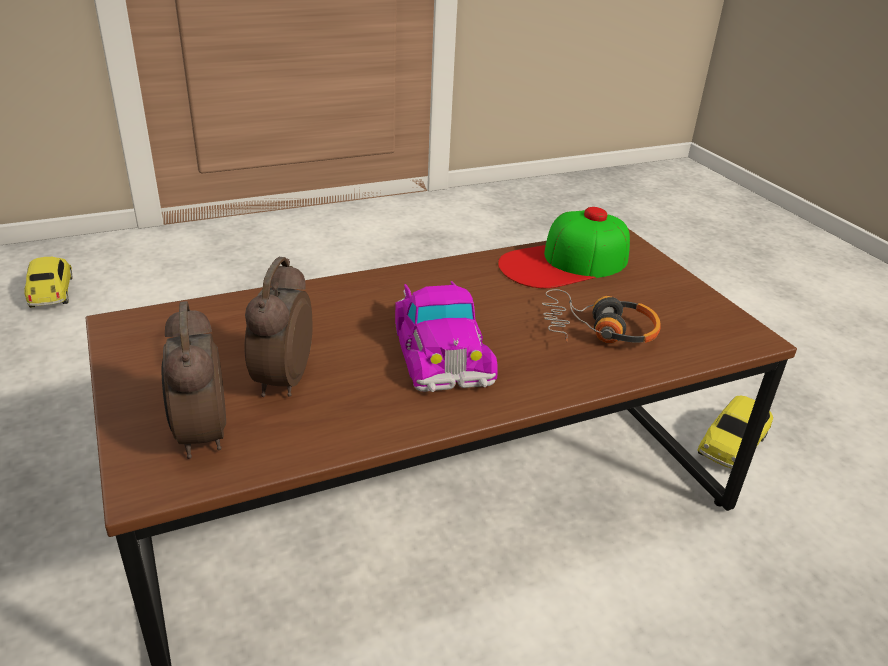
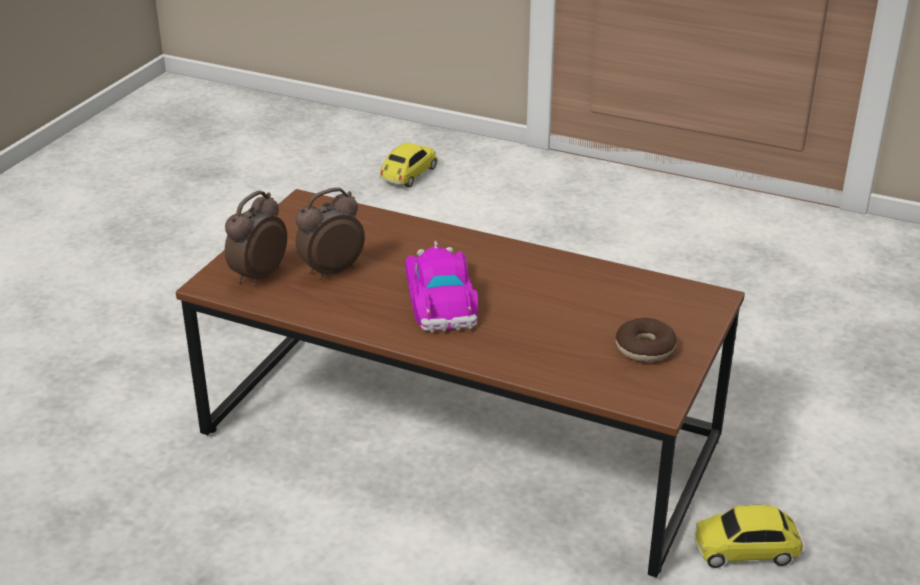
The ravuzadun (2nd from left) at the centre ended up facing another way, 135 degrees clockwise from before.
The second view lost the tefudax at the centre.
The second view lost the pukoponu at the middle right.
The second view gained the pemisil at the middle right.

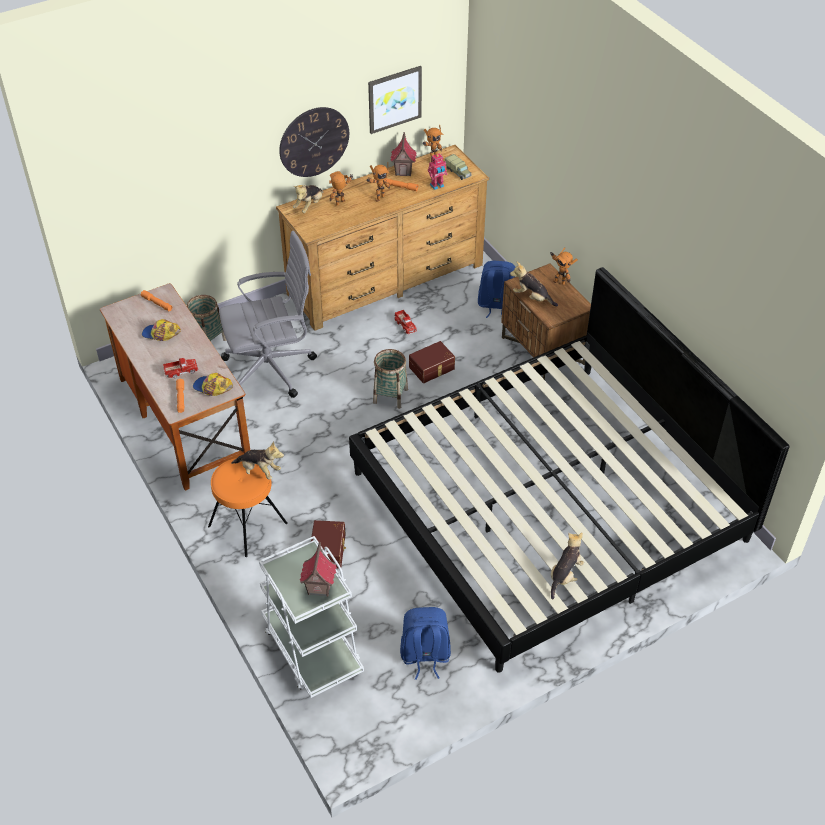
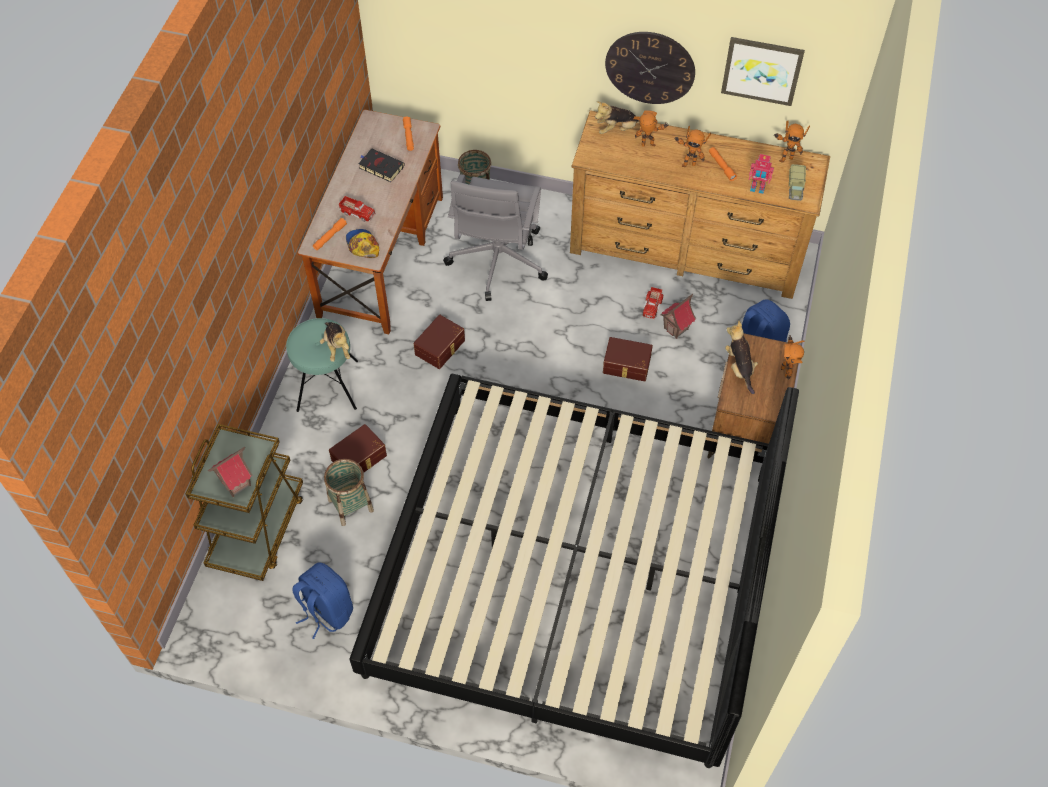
Where the tefudax (1st from left) stood at the middle left, the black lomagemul came to stand at the top centre.
What was the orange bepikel at the middle left turned into the turquoise bepikel at the middle left.
The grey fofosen at the middle left ended up facing another way, 75 degrees clockwise from before.
What was the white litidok at the bottom centre turned into the brown litidok at the middle left.
The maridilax (2nd from left in the first image) ended up elsewhere, having gone from the centre to the middle left.
The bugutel (2nd from left) ended up elsewhere, having gone from the top centre to the centre.
The second view lost the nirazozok (4th from left) at the bottom right.
The second view gained the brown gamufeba (2nd from left) at the centre.

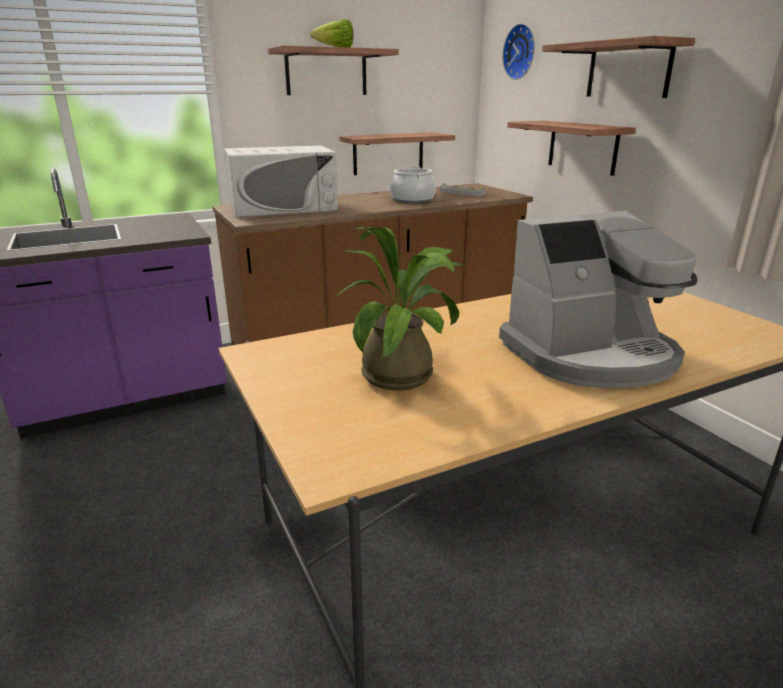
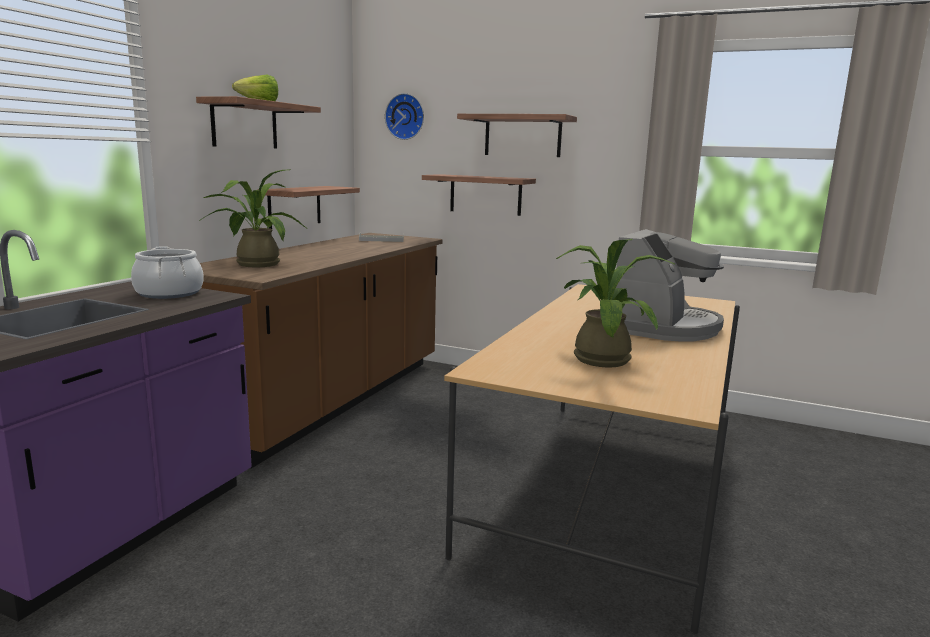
Where the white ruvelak stood at the top centre, the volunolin (1st from left) came to stand at the middle left.
The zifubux ended up elsewhere, having gone from the top centre to the middle left.

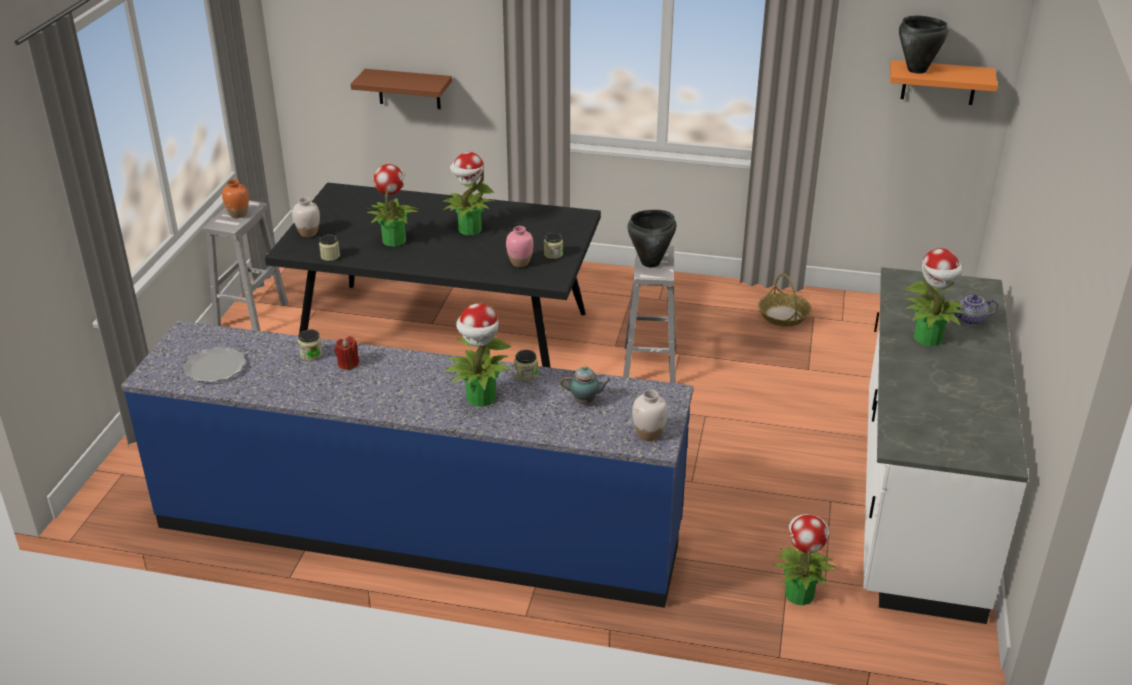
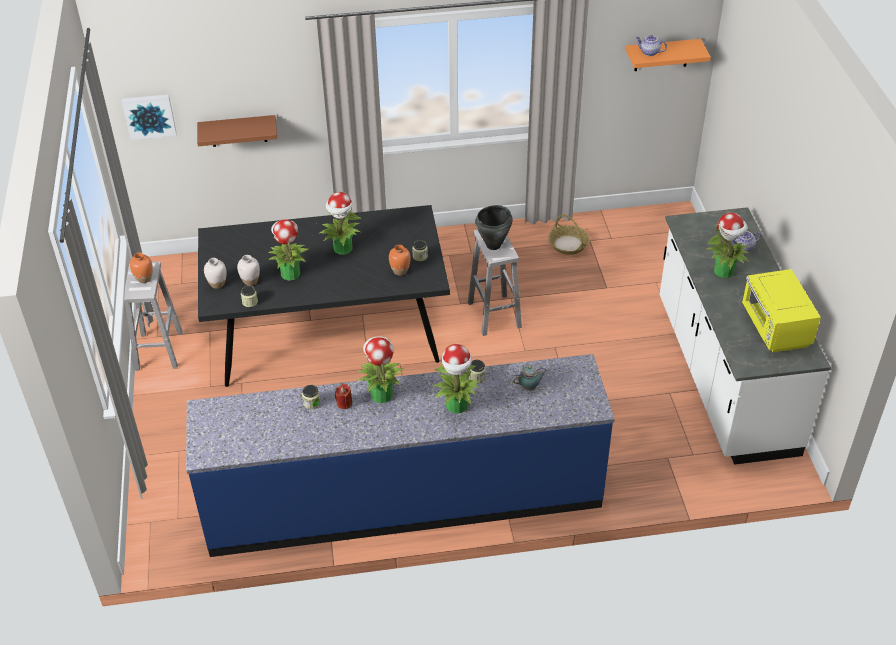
The second view lost the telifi at the middle left.
What was the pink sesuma at the centre turned into the orange sesuma (2nd from left) at the centre.
The white sesuma (2nd from left) ended up elsewhere, having gone from the centre to the middle left.
The volunolin (4th from left in the first image) ended up elsewhere, having gone from the bottom right to the centre.
Where the black zifubux (2nd from left) stood at the top right, the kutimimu (2nd from left) came to stand at the top right.
The second view gained the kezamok at the top left.
The second view gained the yellow ruvelak at the middle right.

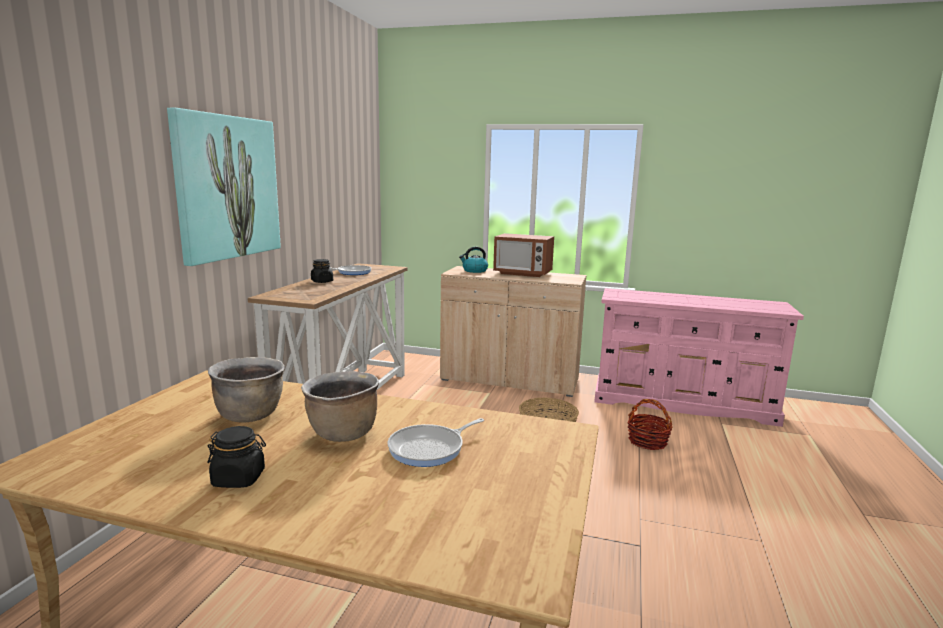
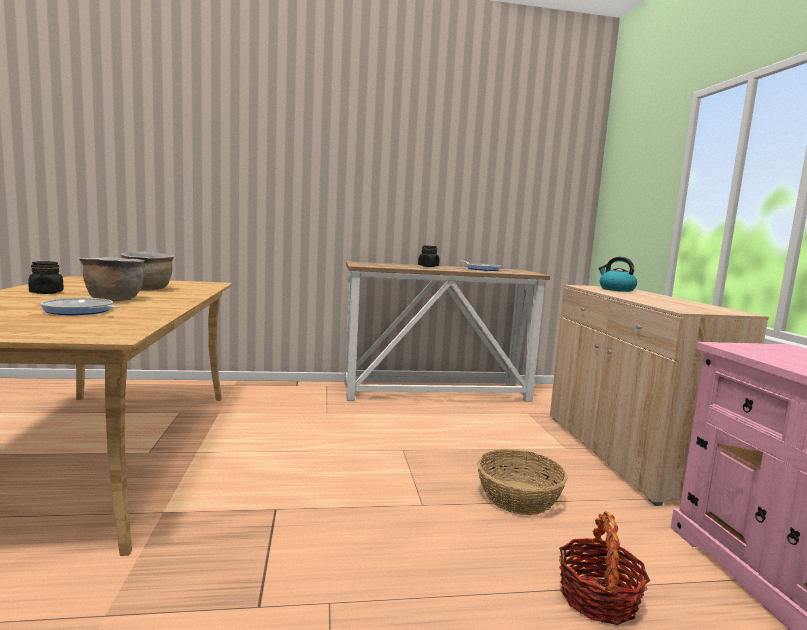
The second view lost the kezamok at the top left.
The second view lost the ruvelak at the centre.

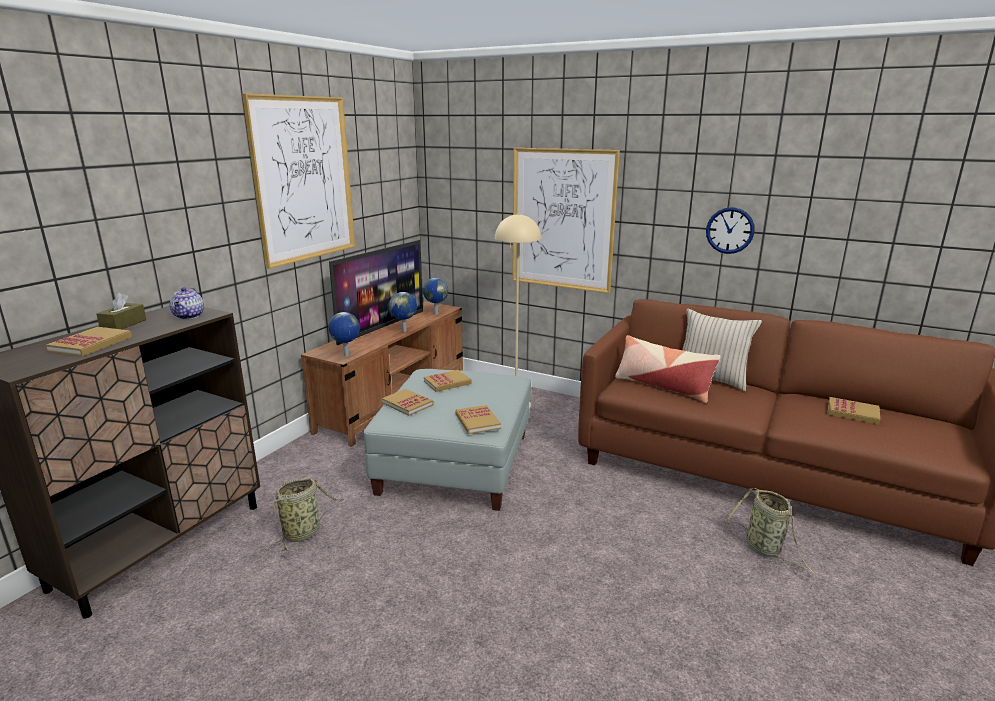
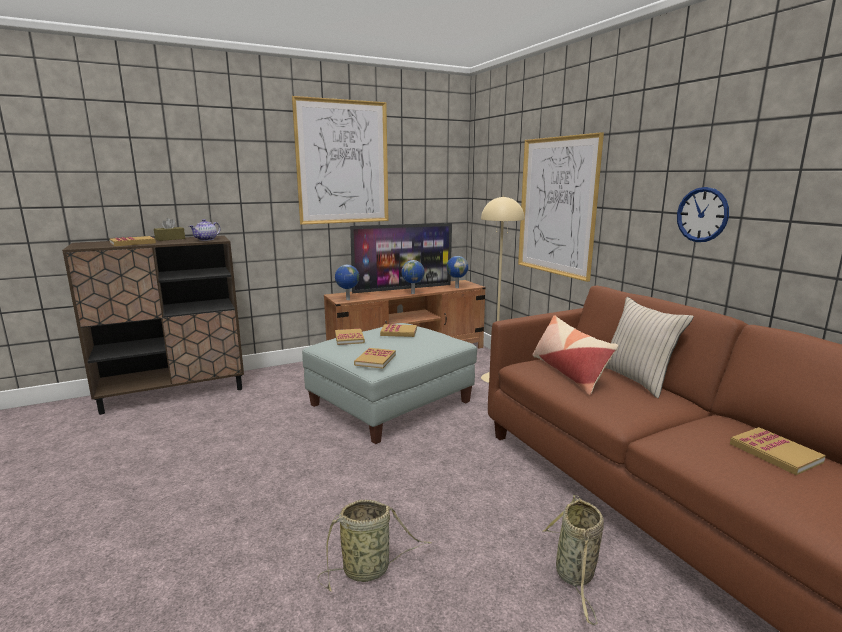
The maridilax (1st from left) ended up elsewhere, having gone from the bottom left to the bottom centre.

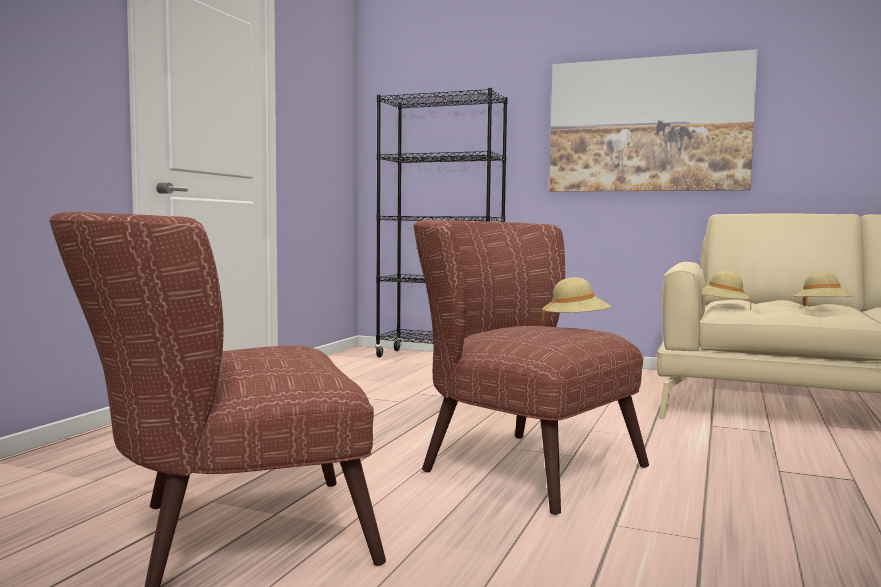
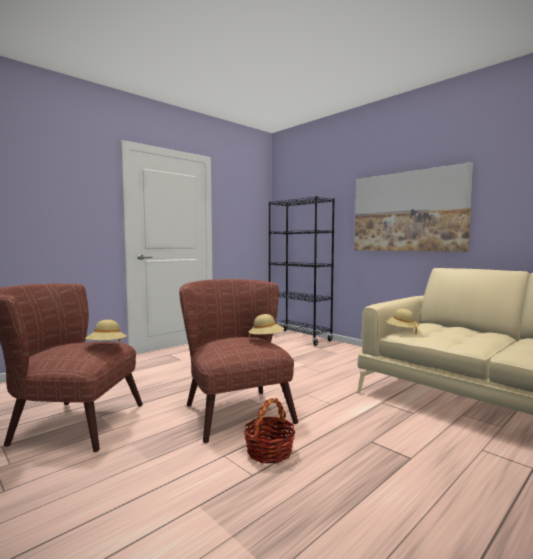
The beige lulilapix (3rd from left in the first image) ended up elsewhere, having gone from the middle right to the middle left.
The second view gained the maridilax at the bottom centre.

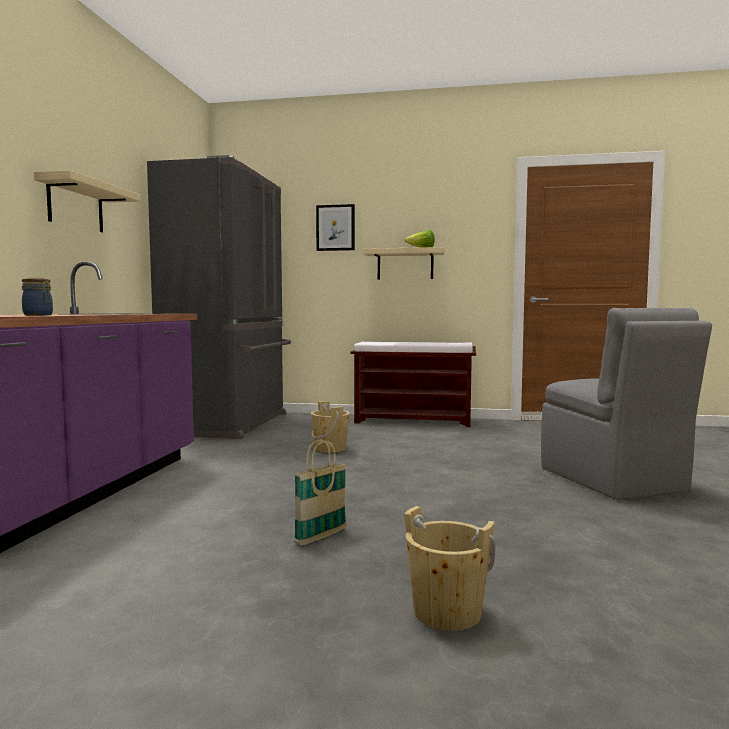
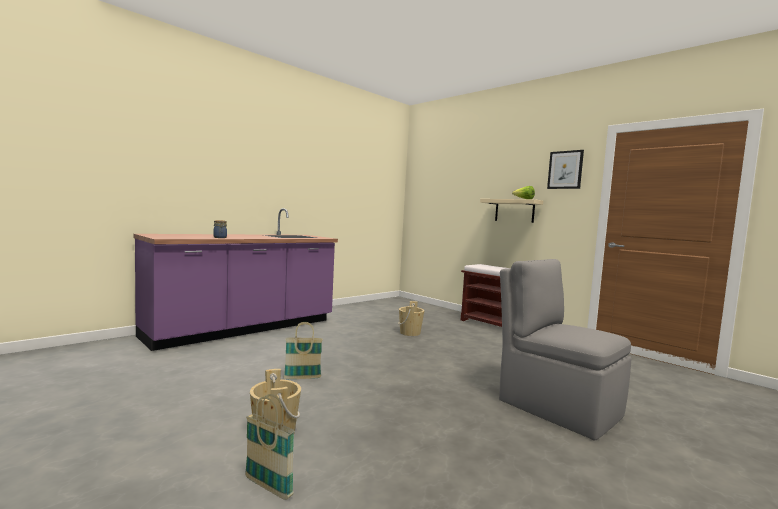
The second view lost the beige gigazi (1st from left) at the top left.
The second view lost the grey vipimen at the middle left.
The kezamok ended up elsewhere, having gone from the top centre to the top right.
The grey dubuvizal at the middle right ended up facing another way, 120 degrees clockwise from before.
The second view gained the maridilax (1st from left) at the bottom centre.

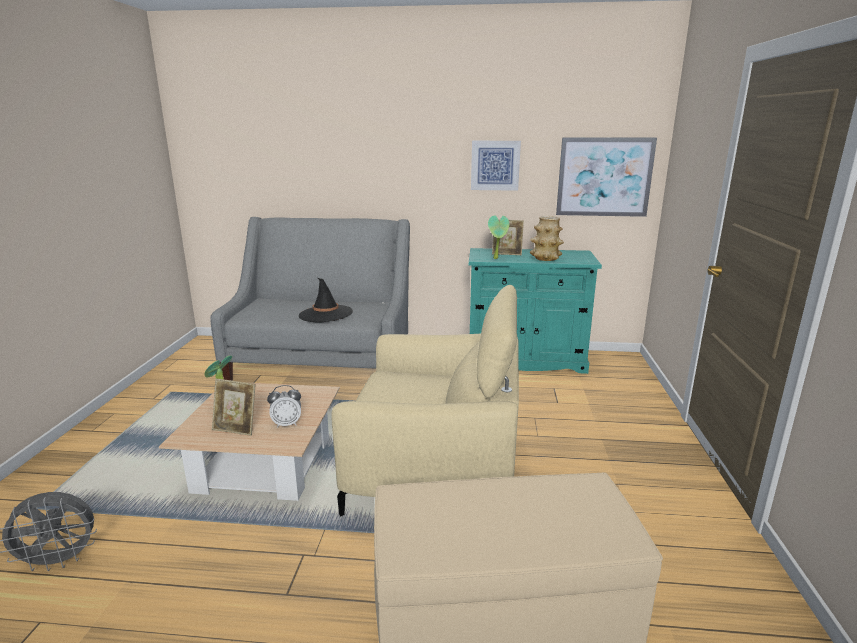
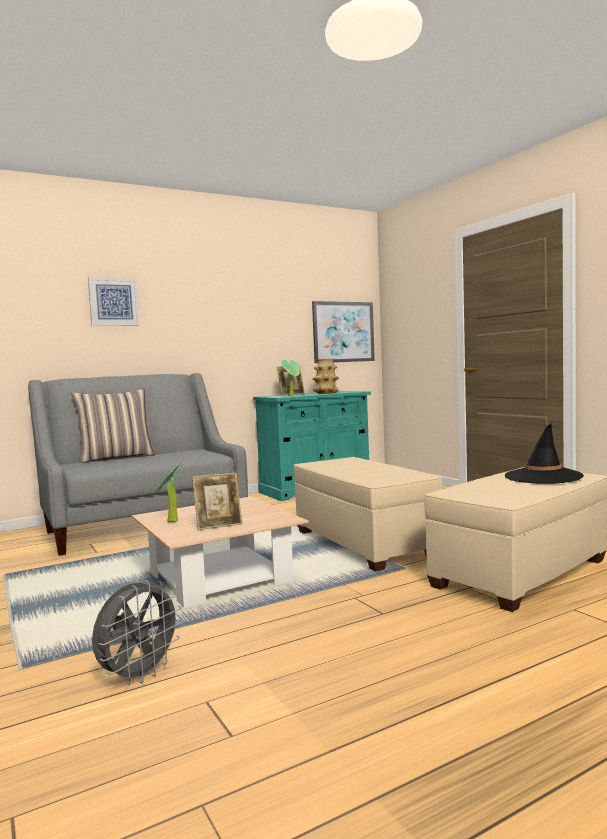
The second view lost the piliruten at the middle left.
The black lulilapix ended up elsewhere, having gone from the centre to the middle right.
Where the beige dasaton stood at the centre, the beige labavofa (1st from left) came to stand at the centre.
The kezamok (1st from left) ended up elsewhere, having gone from the top centre to the middle left.
The second view gained the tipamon at the middle left.

